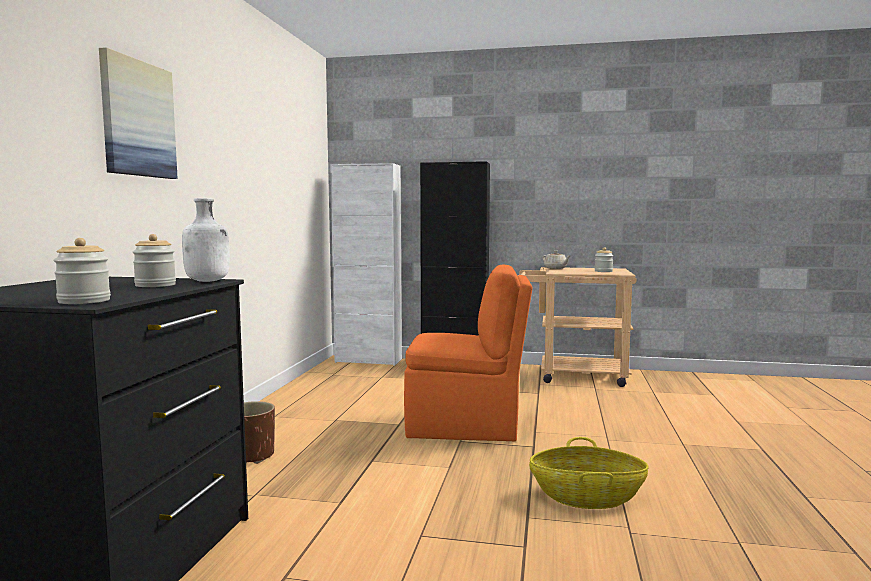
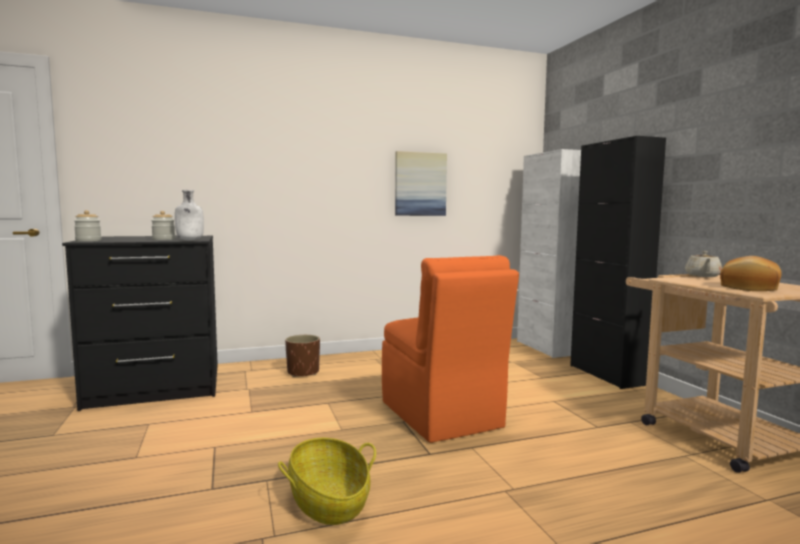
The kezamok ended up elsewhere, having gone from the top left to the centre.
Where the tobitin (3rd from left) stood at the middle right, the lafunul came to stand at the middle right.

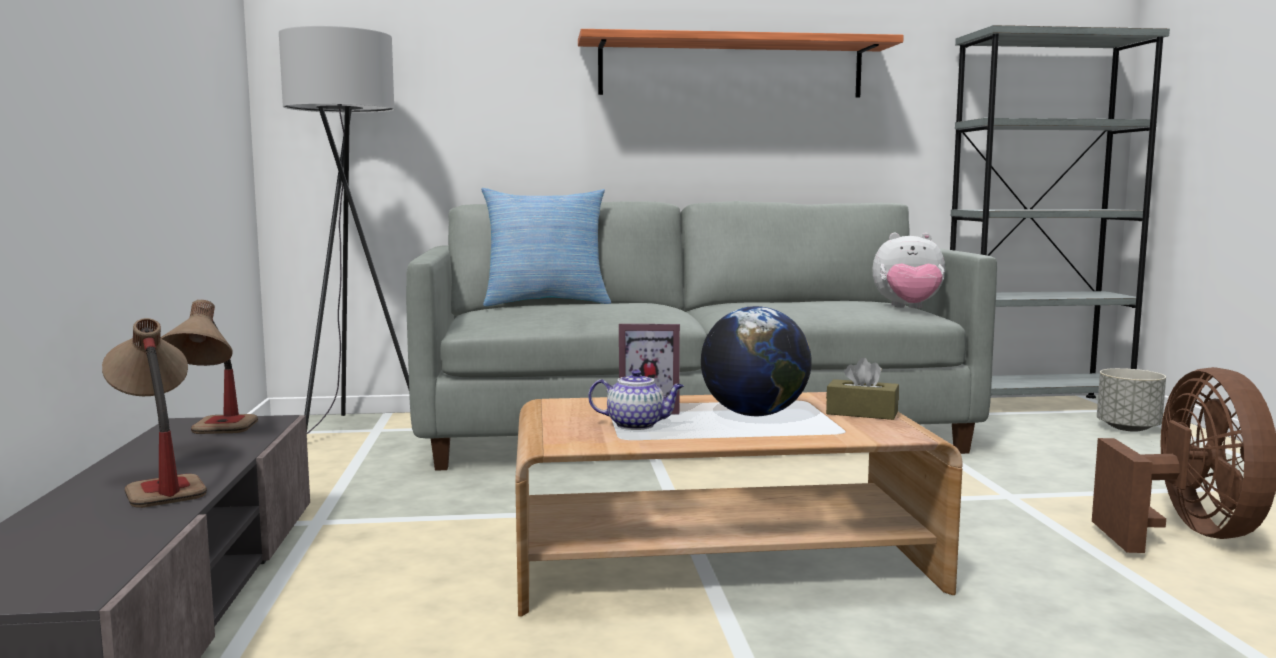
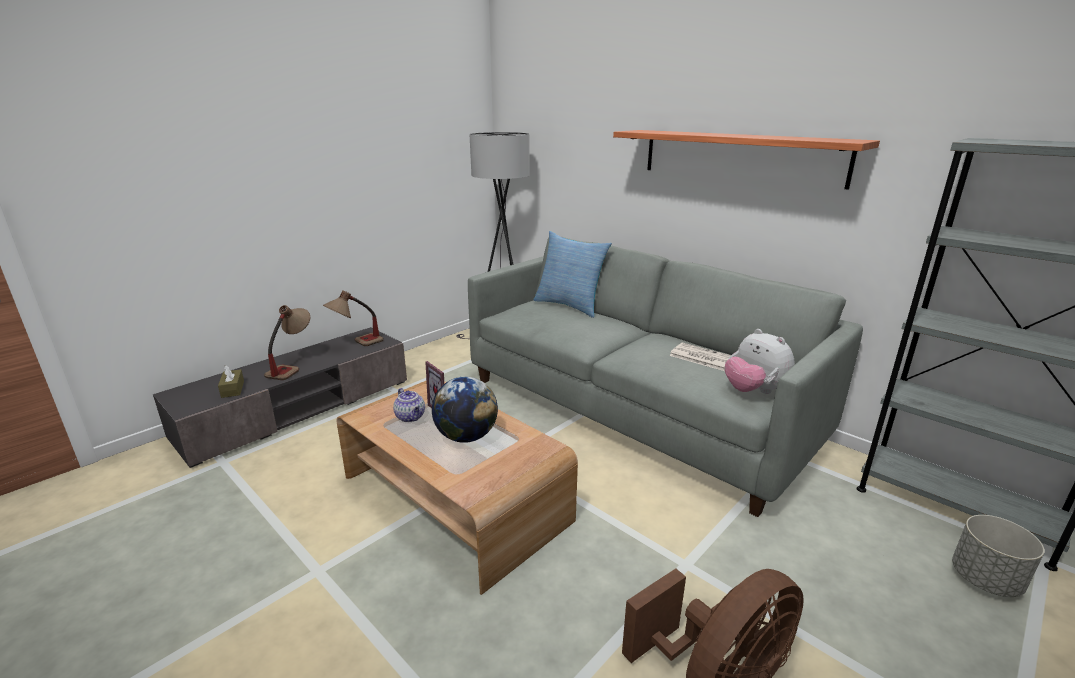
The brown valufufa ended up elsewhere, having gone from the middle right to the middle left.
The second view gained the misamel at the centre.

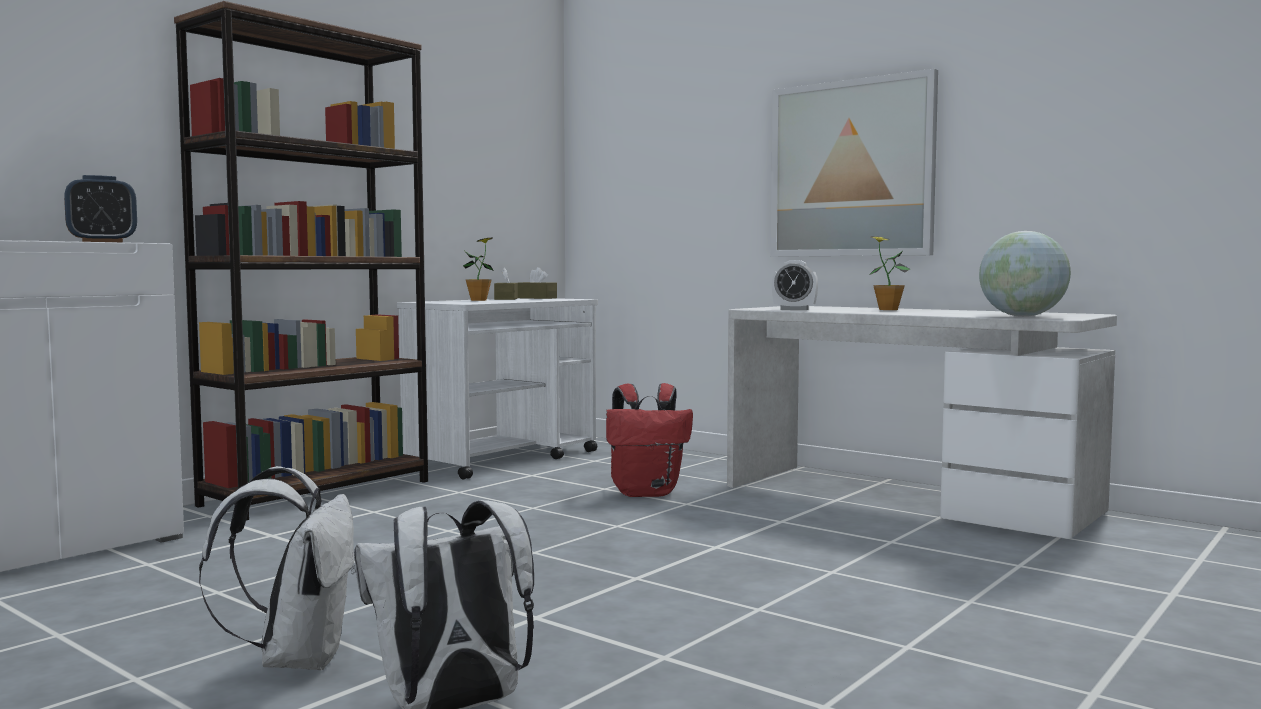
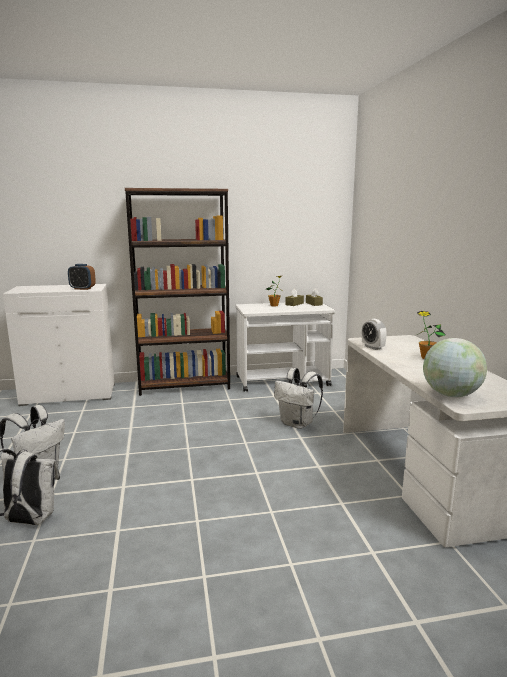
What was the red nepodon at the centre turned into the white nepodon (3rd from left) at the centre.
The second view lost the kezamok at the top right.

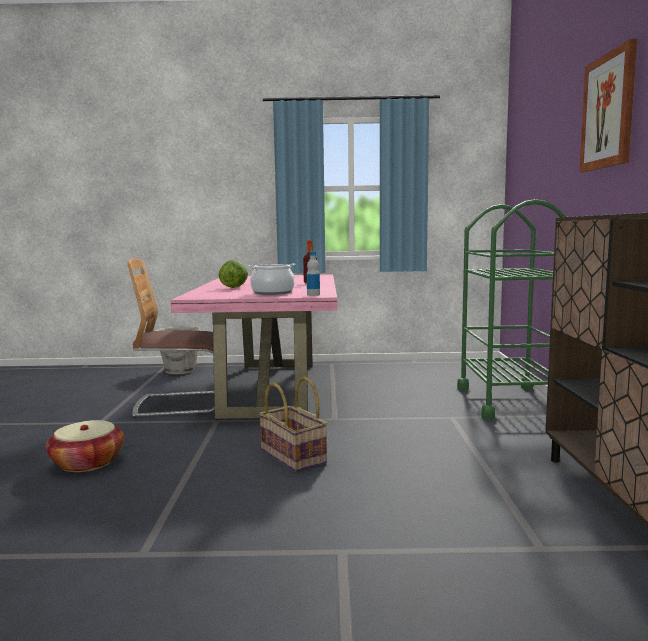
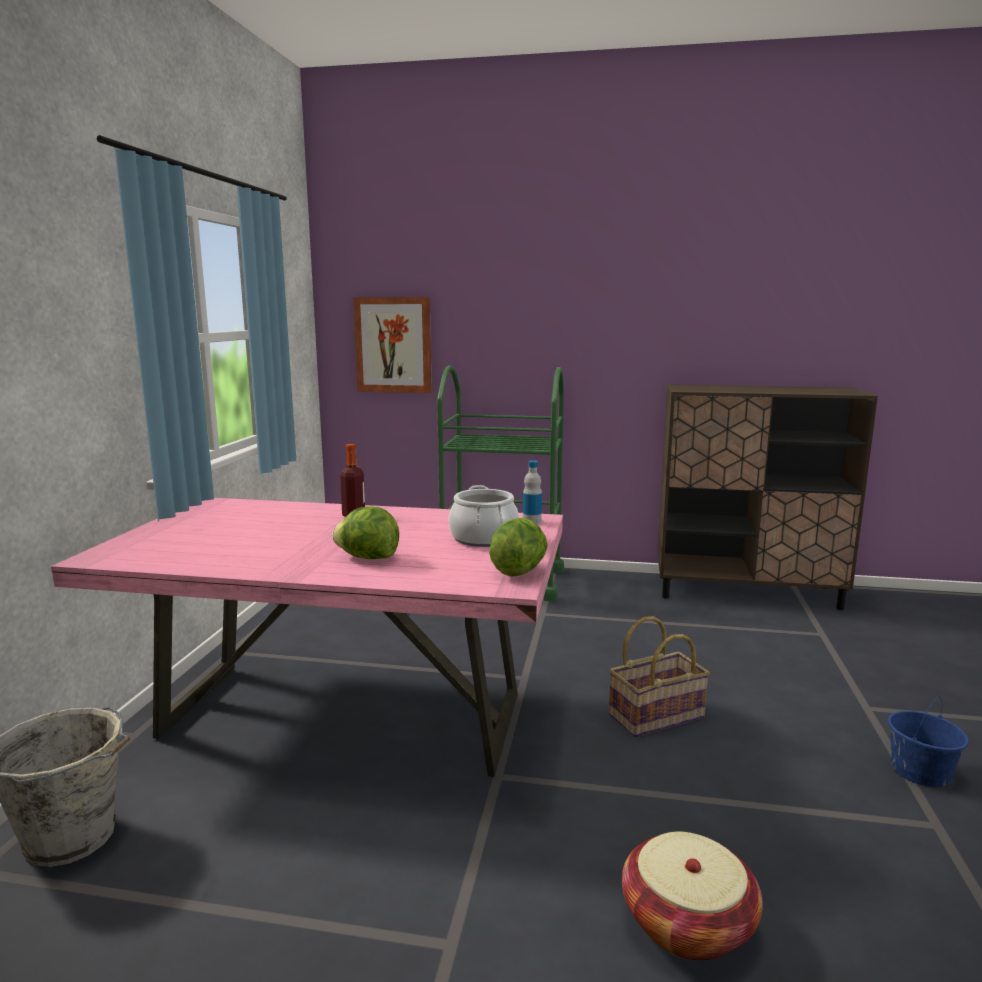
The second view lost the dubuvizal at the middle left.
The kezamok ended up elsewhere, having gone from the top right to the centre.
The second view gained the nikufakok (2nd from left) at the centre.
The second view gained the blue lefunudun at the bottom right.

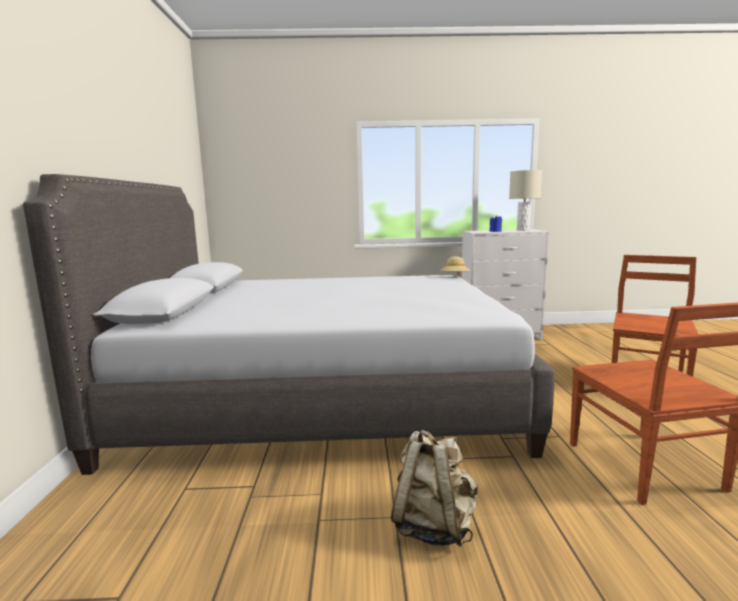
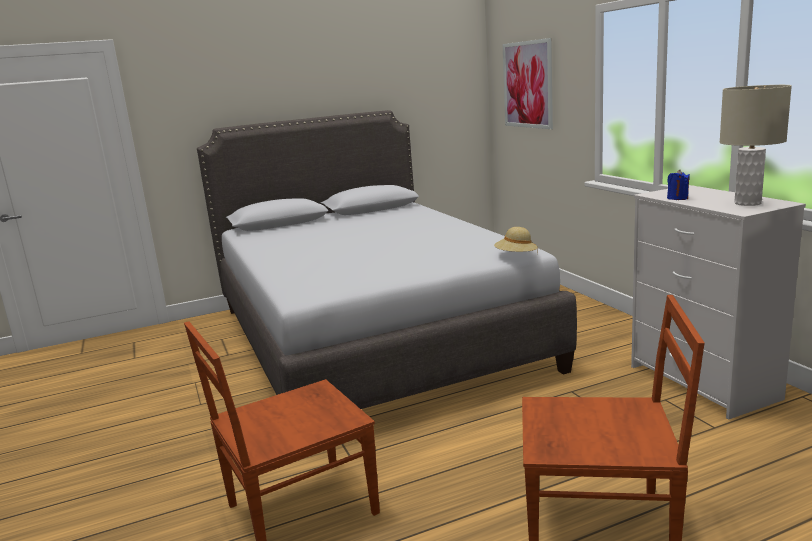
The second view lost the beige nepodon at the bottom centre.
The second view gained the kezamok at the top centre.

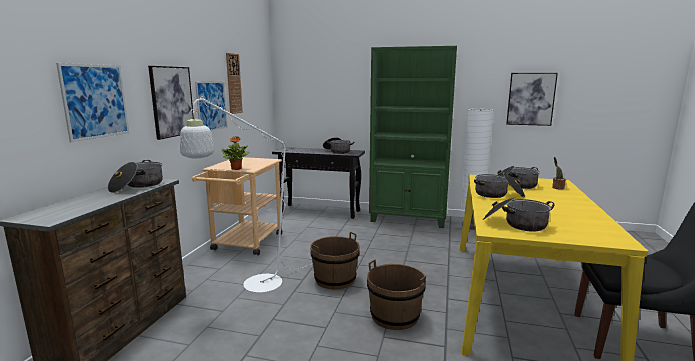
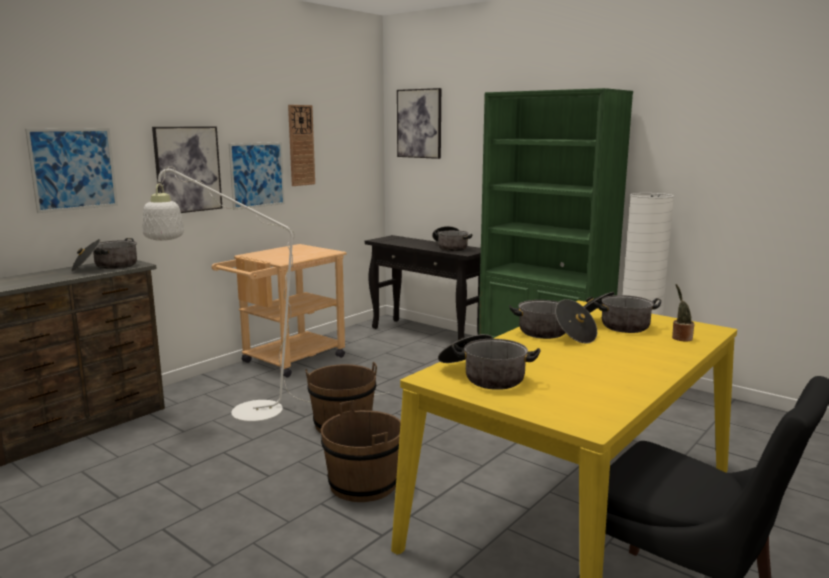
The second view lost the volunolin (1st from left) at the centre.
The kezamok (4th from left) ended up elsewhere, having gone from the top right to the top centre.

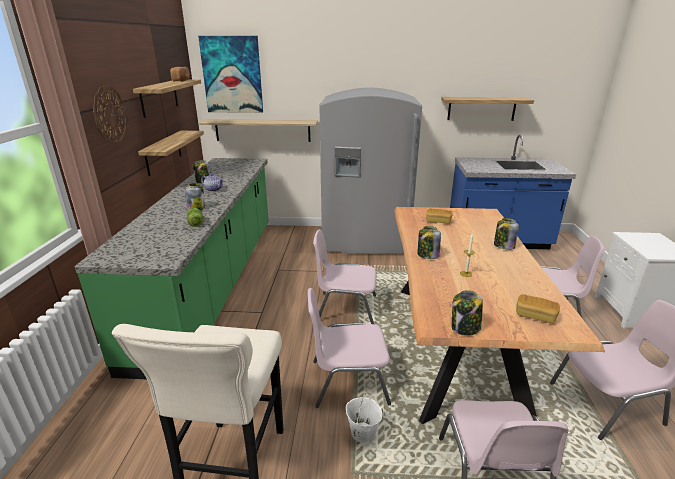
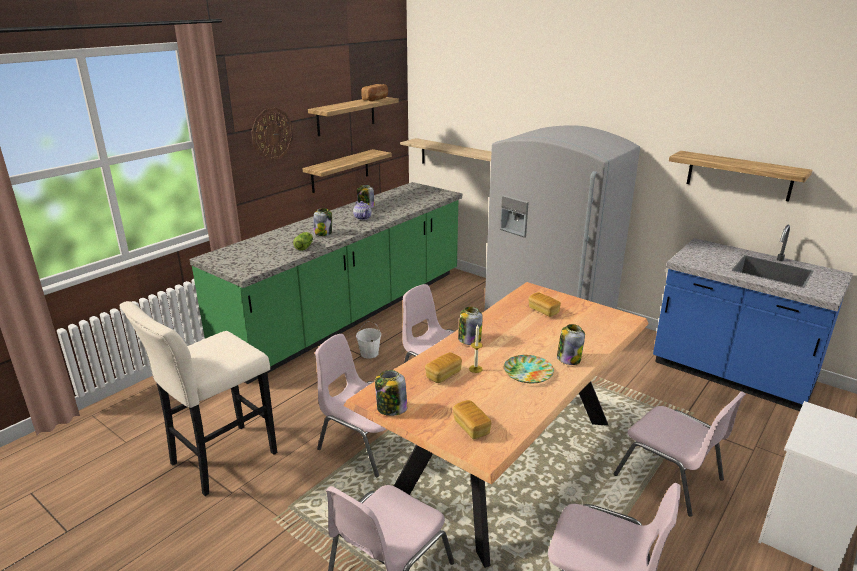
The second view lost the kezamok at the top centre.
The white lefunudun ended up elsewhere, having gone from the bottom centre to the centre.
The second view gained the lafunul (2nd from left) at the centre.
The second view gained the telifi at the centre.

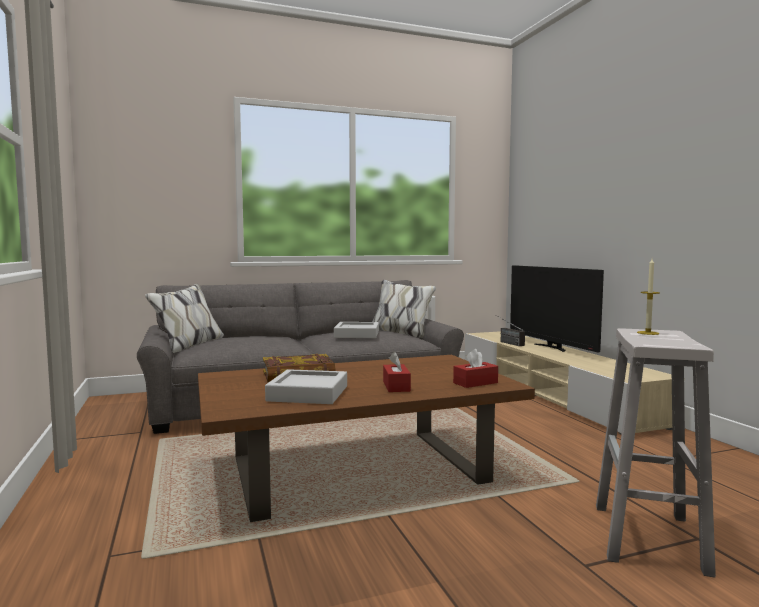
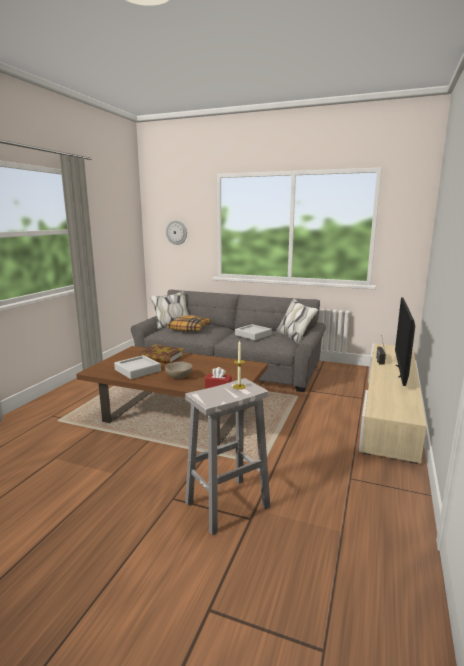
Where the red valufufa (1st from left) stood at the centre, the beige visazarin came to stand at the centre.
The second view gained the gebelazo at the centre.
The second view gained the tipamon at the centre.

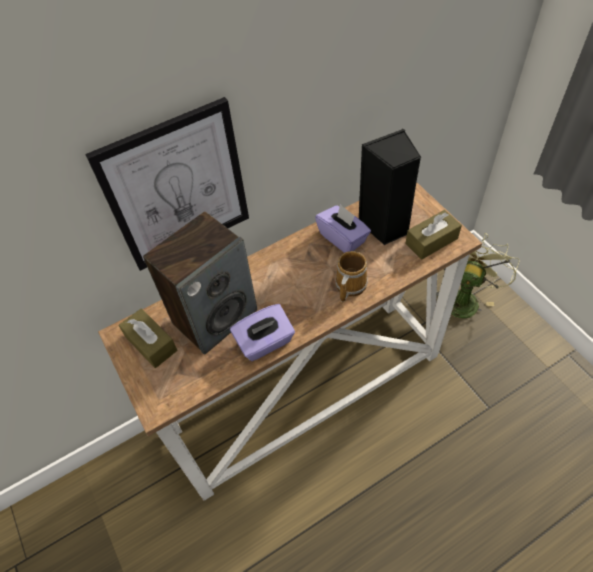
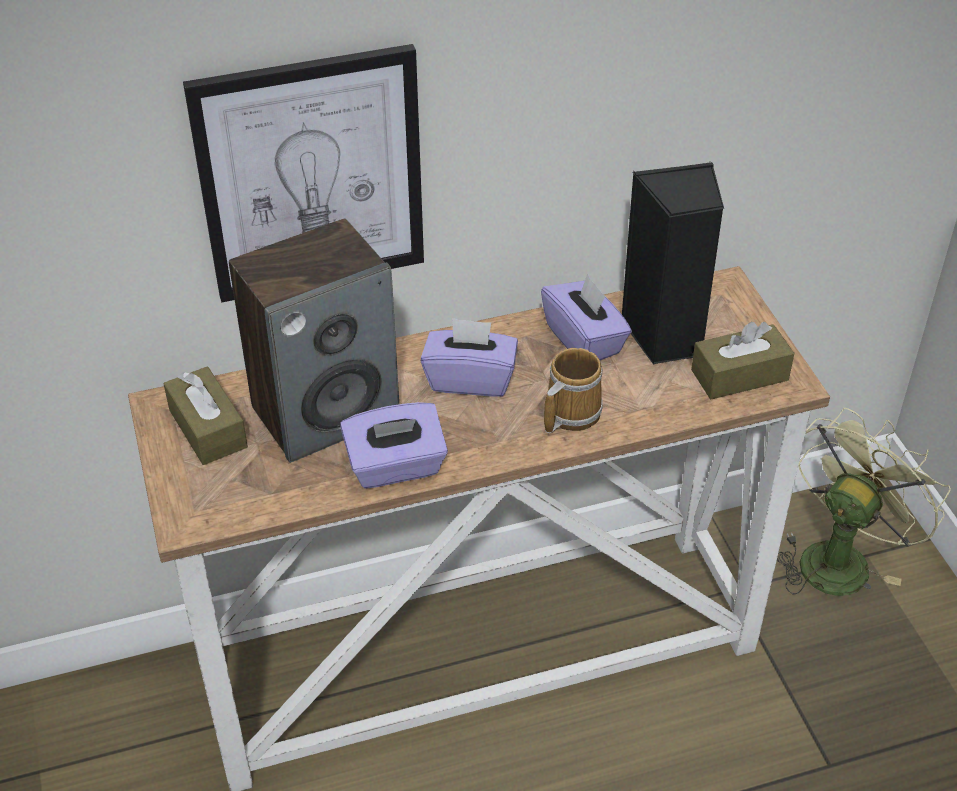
The second view gained the purple valufufa (2nd from left) at the centre.

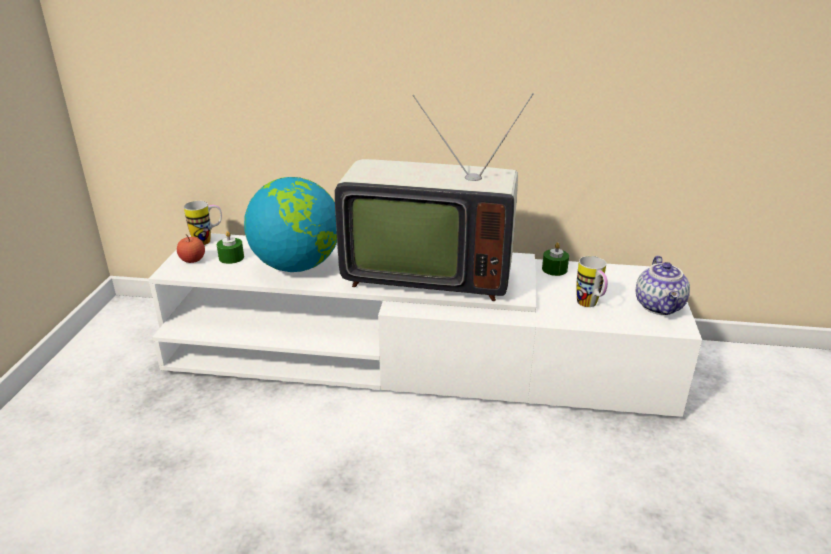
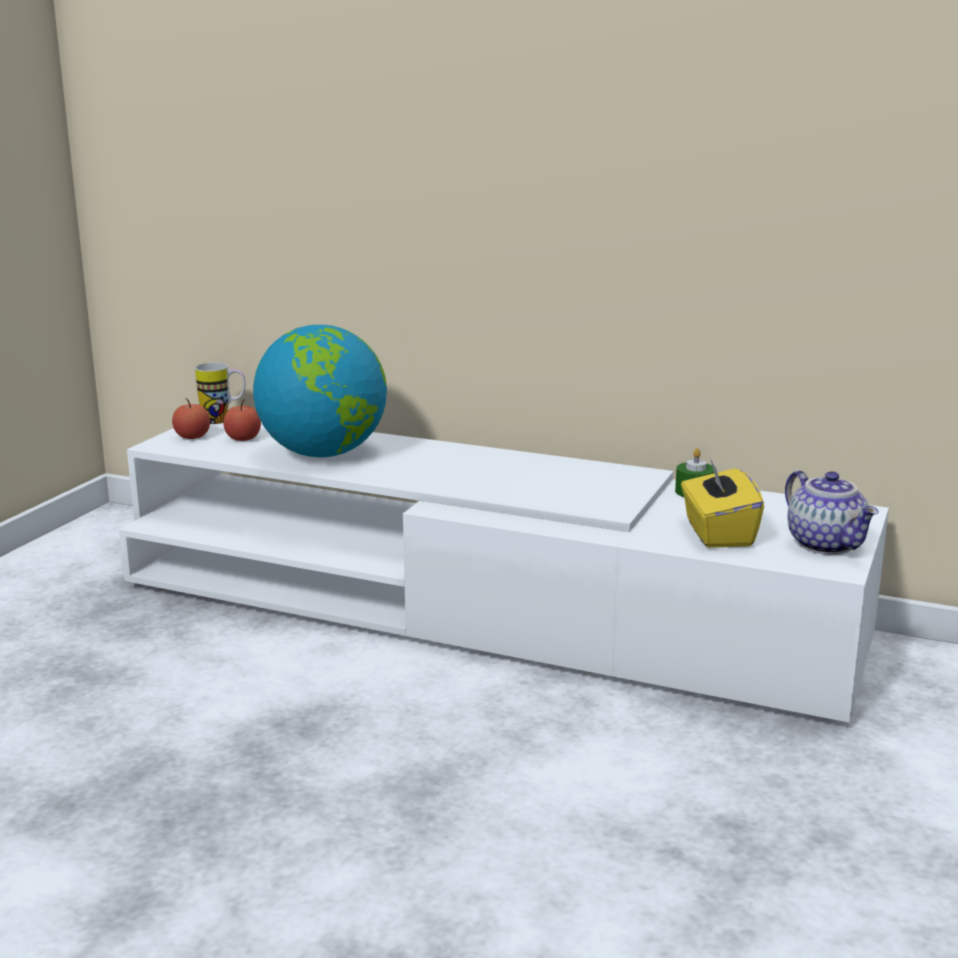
Where the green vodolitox (1st from left) stood at the middle left, the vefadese (2nd from left) came to stand at the middle left.
The second view lost the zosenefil at the centre.
Where the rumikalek (2nd from left) stood at the middle right, the yellow valufufa came to stand at the middle right.
The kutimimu at the middle right ended up facing another way, 45 degrees counterclockwise from before.

